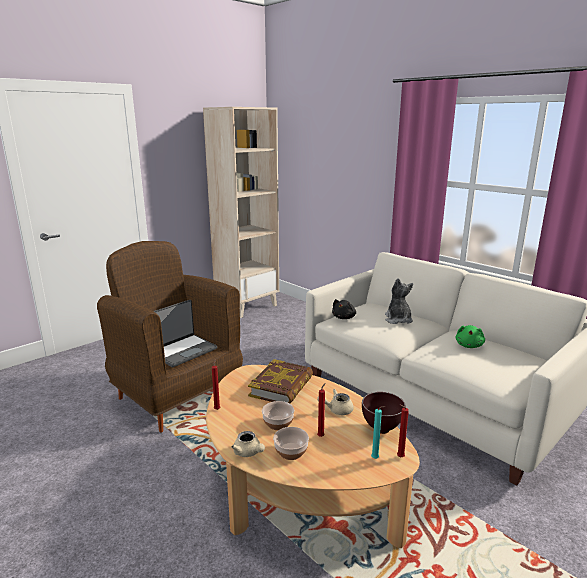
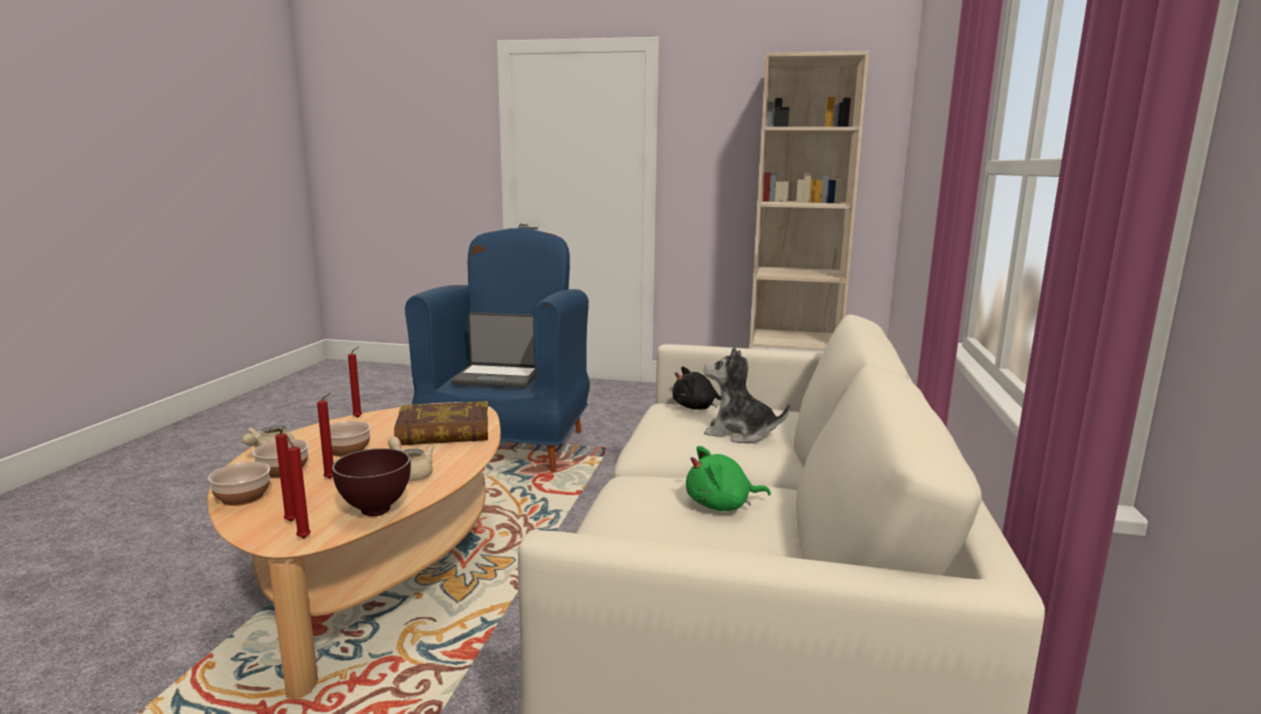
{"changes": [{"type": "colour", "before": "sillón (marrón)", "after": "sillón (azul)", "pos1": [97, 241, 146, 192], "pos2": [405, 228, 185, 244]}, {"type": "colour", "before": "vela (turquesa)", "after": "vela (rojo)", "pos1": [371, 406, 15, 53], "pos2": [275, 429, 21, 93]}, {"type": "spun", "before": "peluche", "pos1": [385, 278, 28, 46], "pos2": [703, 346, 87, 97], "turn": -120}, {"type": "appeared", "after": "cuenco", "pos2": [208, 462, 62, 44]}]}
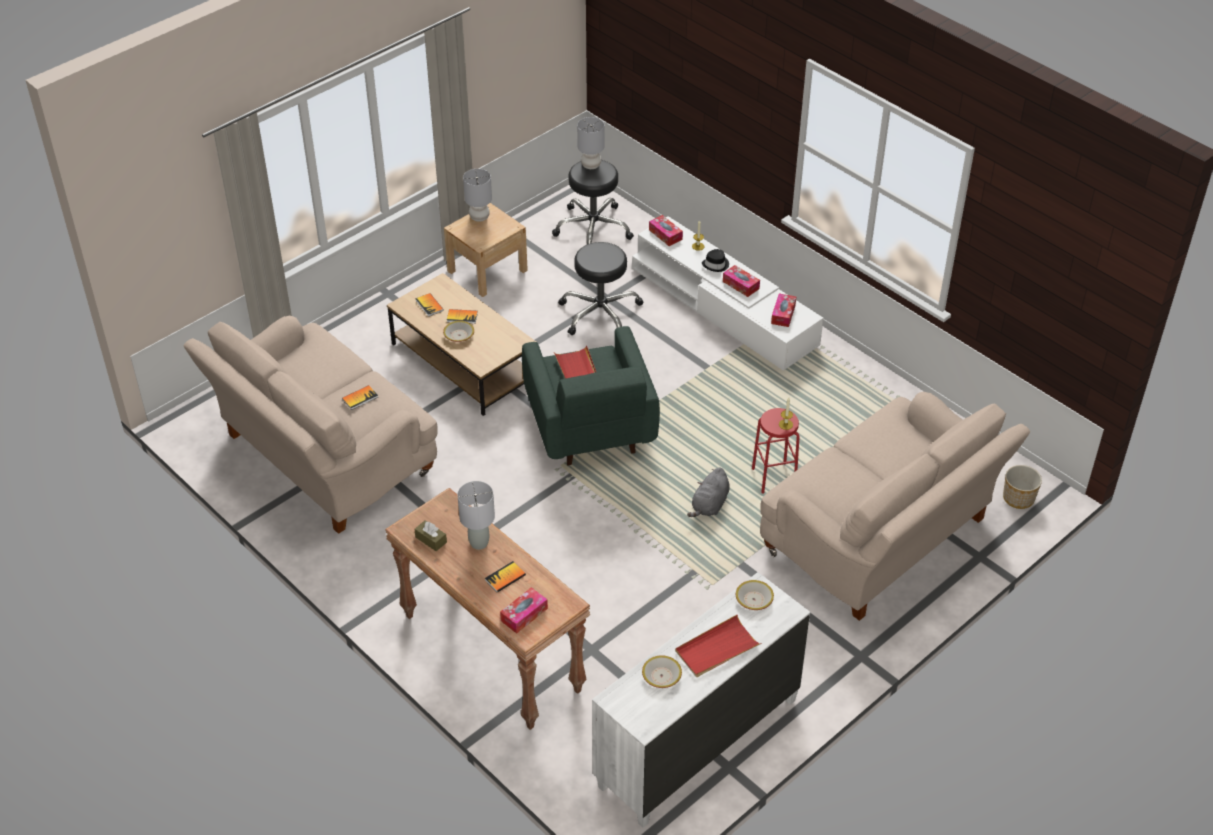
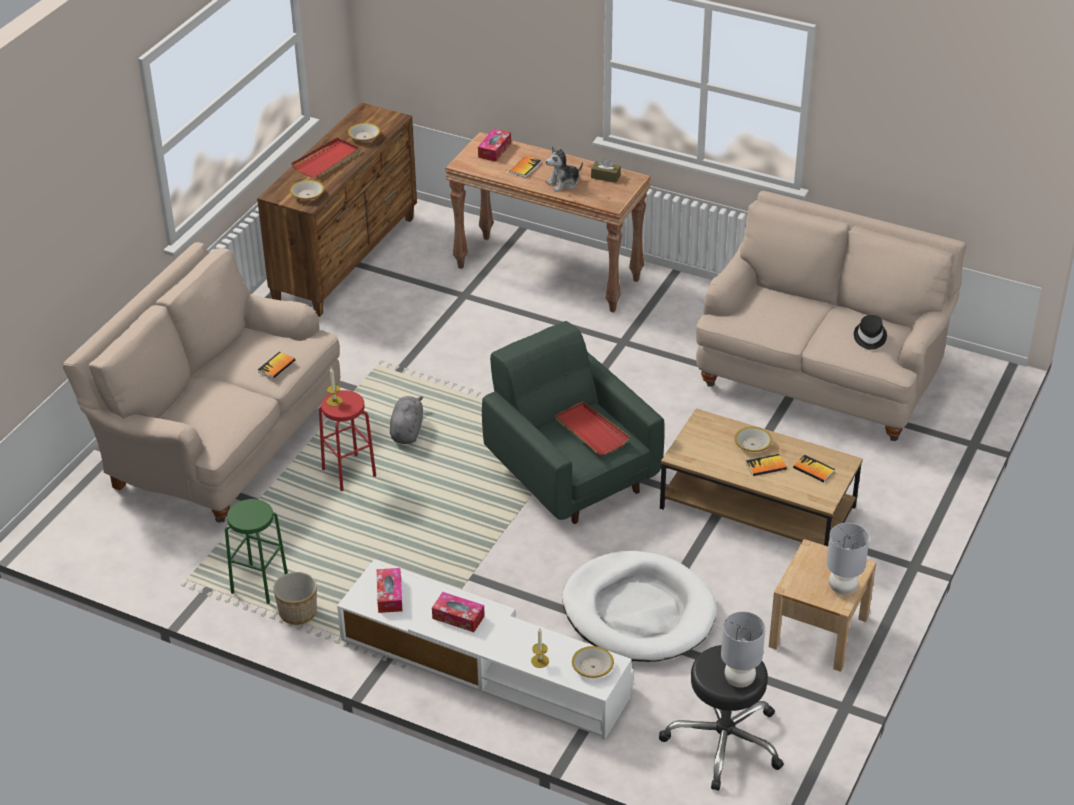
{"changes": [{"type": "relocated", "before": "libro", "pos1": [342, 385, 36, 25], "pos2": [258, 352, 37, 27]}, {"type": "exchanged", "before": "lámpara de mesa (gris)", "after": "peluche", "pos1": [457, 481, 38, 69], "pos2": [546, 146, 37, 46]}, {"type": "exchanged", "before": "taburete (negro)", "after": "cama para perro (blanco)", "pos1": [558, 242, 86, 93], "pos2": [562, 551, 155, 111]}, {"type": "colour", "before": "cómoda (blanco)", "after": "cómoda (marrón)", "pos1": [592, 572, 218, 256], "pos2": [257, 102, 160, 215]}, {"type": "exchanged", "before": "caja de pañuelos", "after": "cuenco", "pos1": [649, 215, 34, 31], "pos2": [572, 646, 42, 32]}, {"type": "relocated", "before": "sombrero (negro)", "pos1": [702, 249, 27, 23], "pos2": [854, 315, 33, 35]}, {"type": "relocated", "before": "maceta", "pos1": [1003, 465, 39, 44], "pos2": [273, 572, 44, 53]}, {"type": "appeared", "after": "taburete (verde)", "pos2": [225, 499, 63, 105]}]}
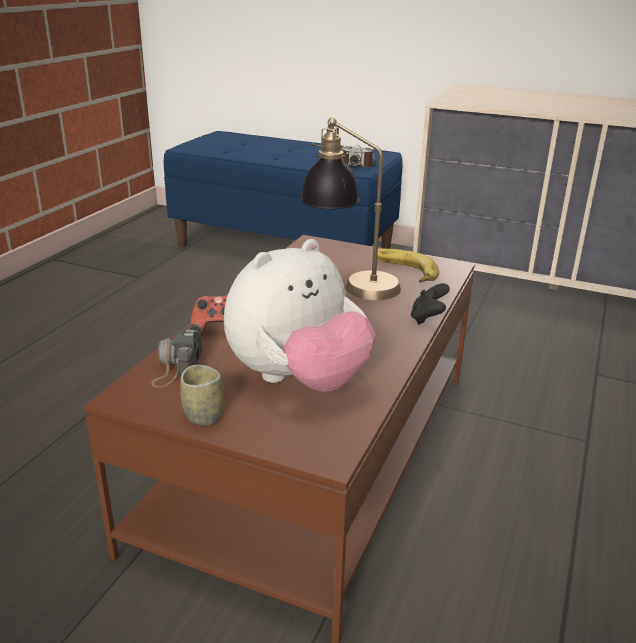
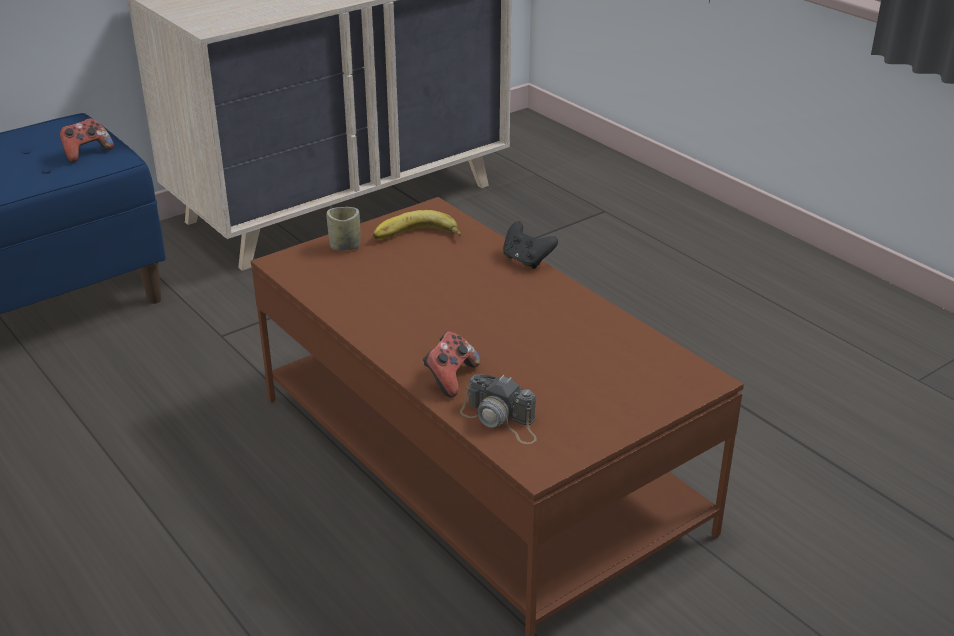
{"changes": [{"type": "relocated", "before": "taza", "pos1": [180, 365, 43, 61], "pos2": [327, 207, 33, 44]}, {"type": "missing", "before": "peluche", "pos1": [224, 239, 152, 153]}, {"type": "missing", "before": "lámpara de mesa", "pos1": [300, 117, 101, 183]}, {"type": "exchanged", "before": "cámara", "after": "mando de consola", "pos1": [341, 145, 35, 22], "pos2": [60, 118, 54, 45]}]}
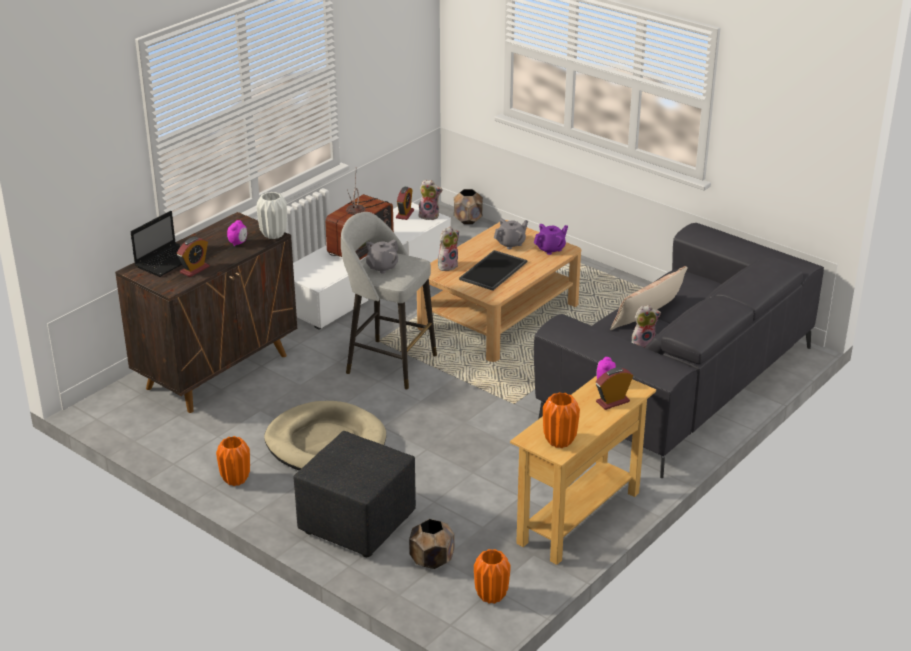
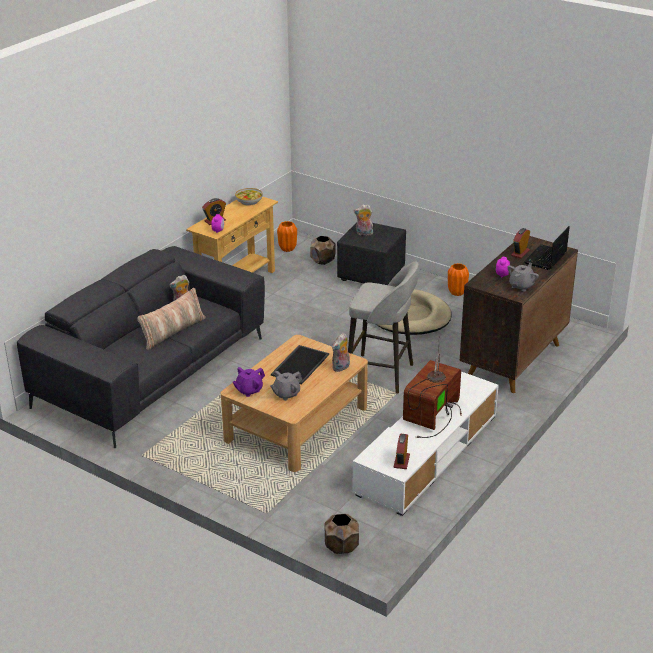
{"changes": [{"type": "missing", "before": "florero (blanco)", "pos1": [256, 192, 31, 47]}, {"type": "relocated", "before": "tetera (gris)", "pos1": [366, 239, 33, 35], "pos2": [508, 263, 31, 28]}, {"type": "relocated", "before": "peluche", "pos1": [418, 179, 24, 41], "pos2": [354, 204, 19, 32]}, {"type": "exchanged", "before": "florero (naranja)", "after": "cuenco", "pos1": [543, 392, 37, 56], "pos2": [235, 188, 28, 18]}]}
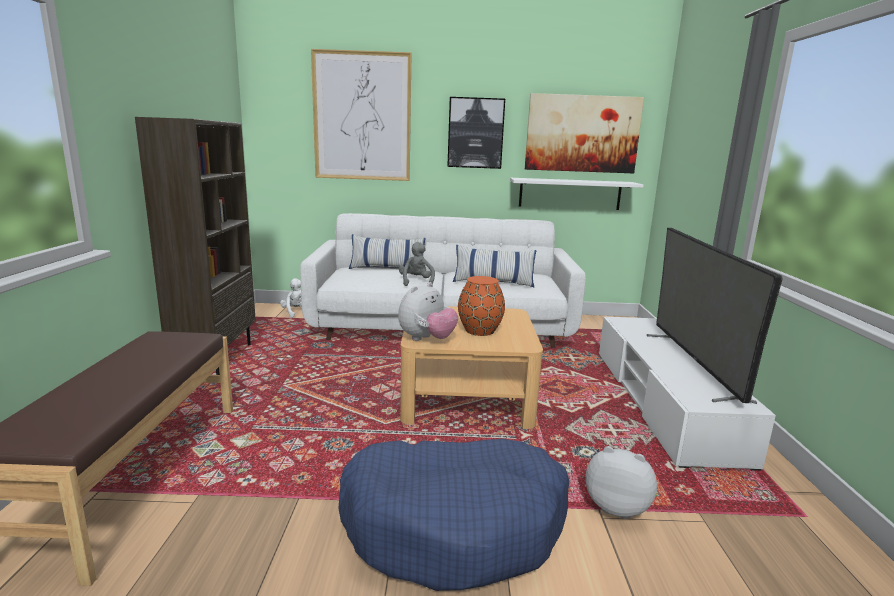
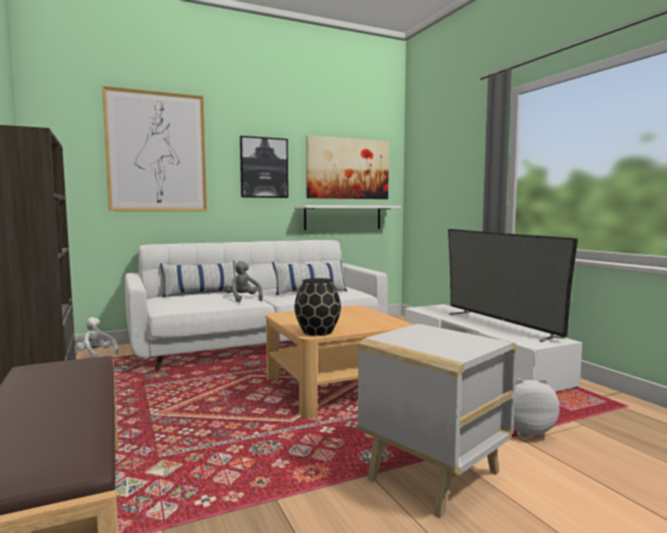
{"changes": [{"type": "exchanged", "before": "cama para perro (azul)", "after": "mesa auxiliar (blanco)", "pos1": [338, 439, 232, 152], "pos2": [358, 324, 159, 195]}, {"type": "exchanged", "before": "peluche", "after": "florero (negro)", "pos1": [398, 282, 60, 59], "pos2": [294, 278, 47, 58]}, {"type": "missing", "before": "florero (naranja)", "pos1": [458, 276, 47, 60]}]}
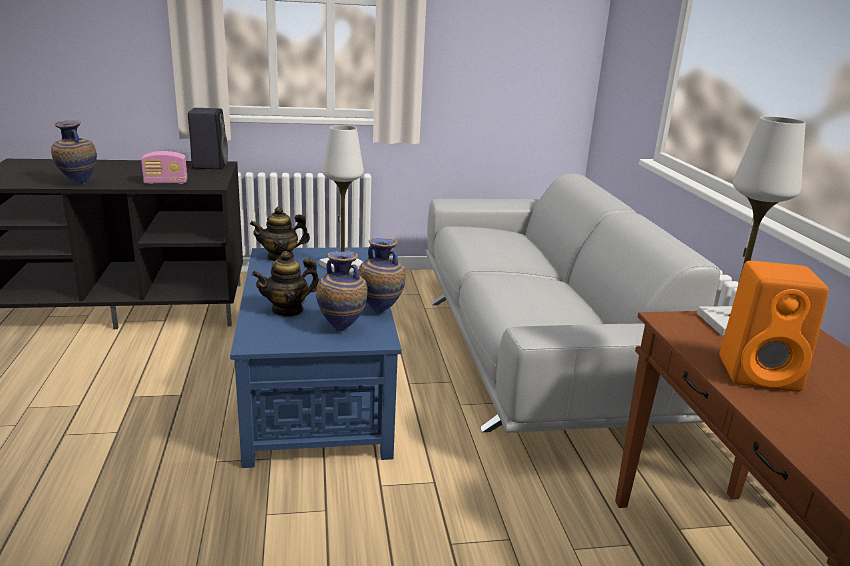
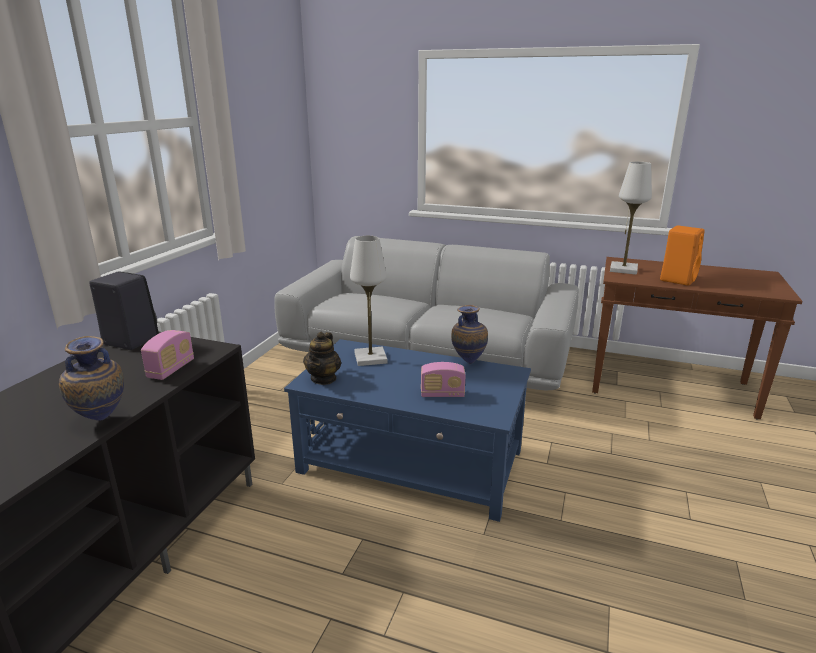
{"changes": [{"type": "exchanged", "before": "tetera", "after": "radio", "pos1": [252, 251, 67, 66], "pos2": [421, 362, 45, 35]}, {"type": "missing", "before": "florero", "pos1": [316, 251, 52, 81]}]}
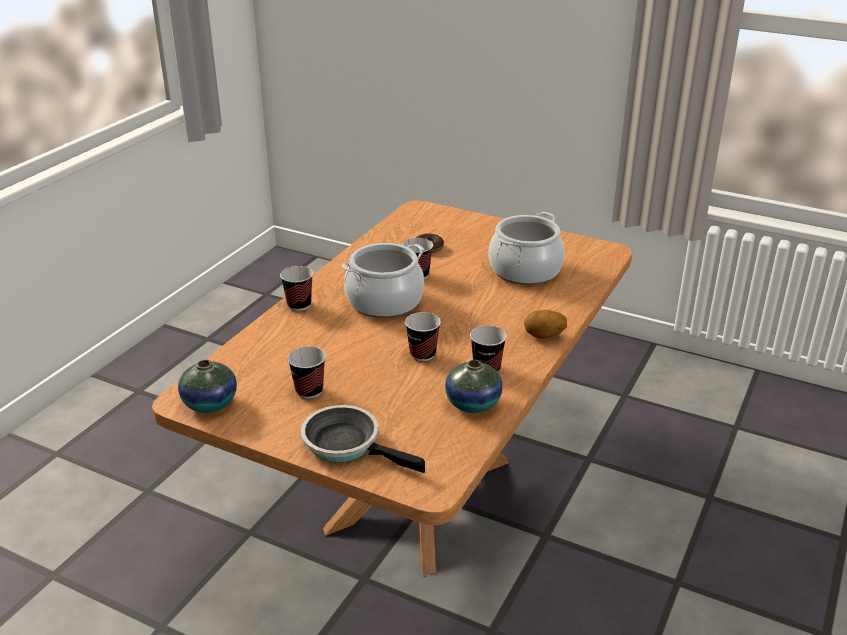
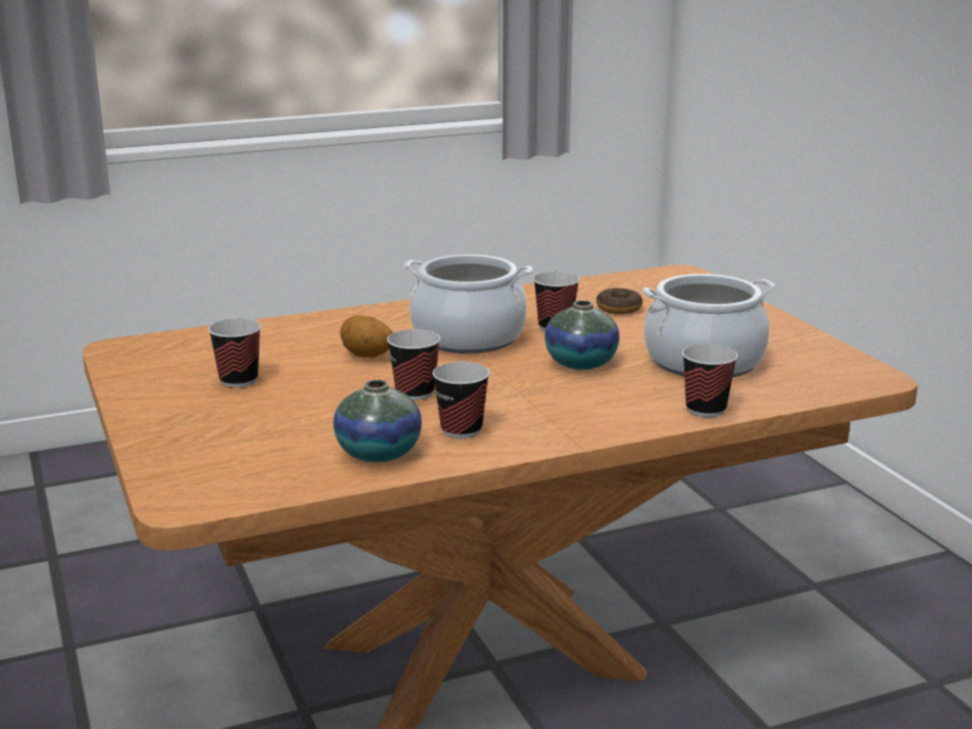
{"changes": [{"type": "relocated", "before": "florero", "pos1": [178, 360, 59, 53], "pos2": [545, 300, 74, 70]}, {"type": "relocated", "before": "taza", "pos1": [280, 266, 33, 45], "pos2": [682, 344, 56, 73]}, {"type": "missing", "before": "sartén", "pos1": [301, 405, 124, 68]}, {"type": "relocated", "before": "patata", "pos1": [524, 310, 43, 29], "pos2": [340, 315, 53, 43]}]}
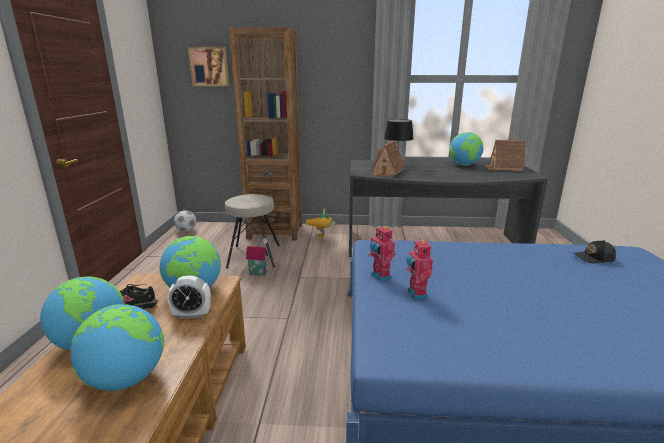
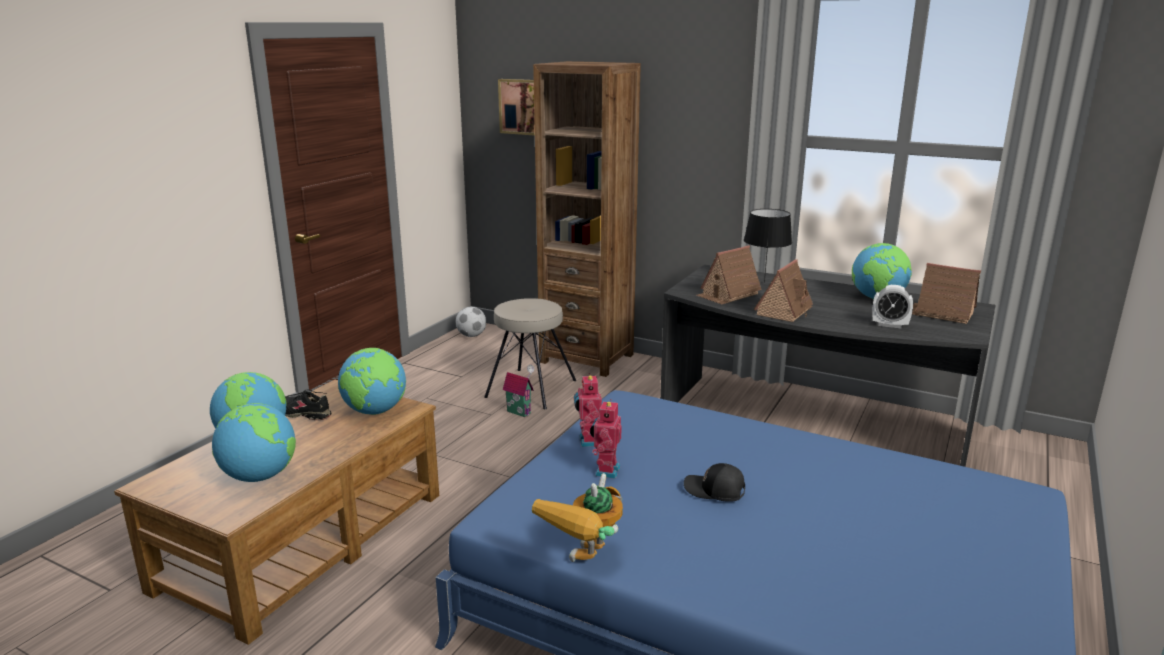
{"changes": [{"type": "relocated", "before": "despertador", "pos1": [167, 275, 44, 44], "pos2": [872, 285, 41, 43]}, {"type": "relocated", "before": "robot de juguete", "pos1": [306, 209, 29, 31], "pos2": [532, 473, 91, 89]}, {"type": "relocated", "before": "gorra (negro)", "pos1": [574, 240, 42, 24], "pos2": [684, 463, 61, 39]}, {"type": "appeared", "after": "casita", "pos2": [754, 259, 59, 63]}]}
